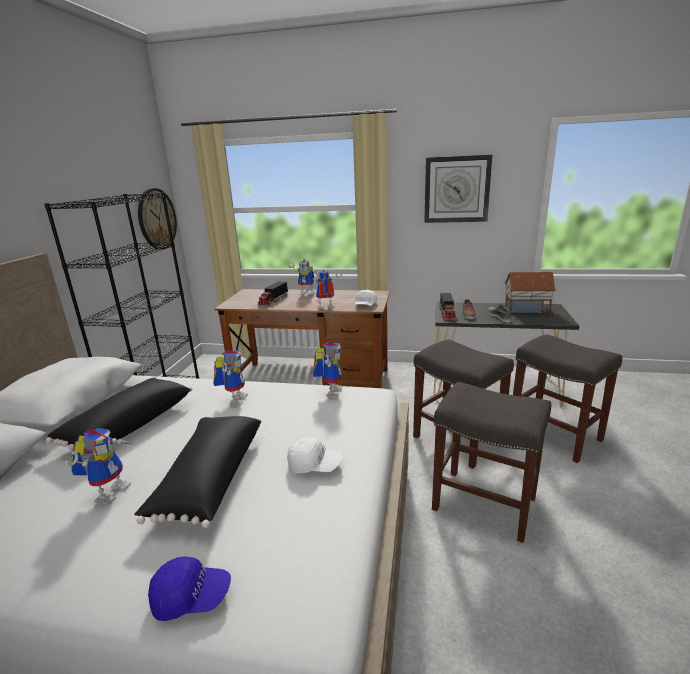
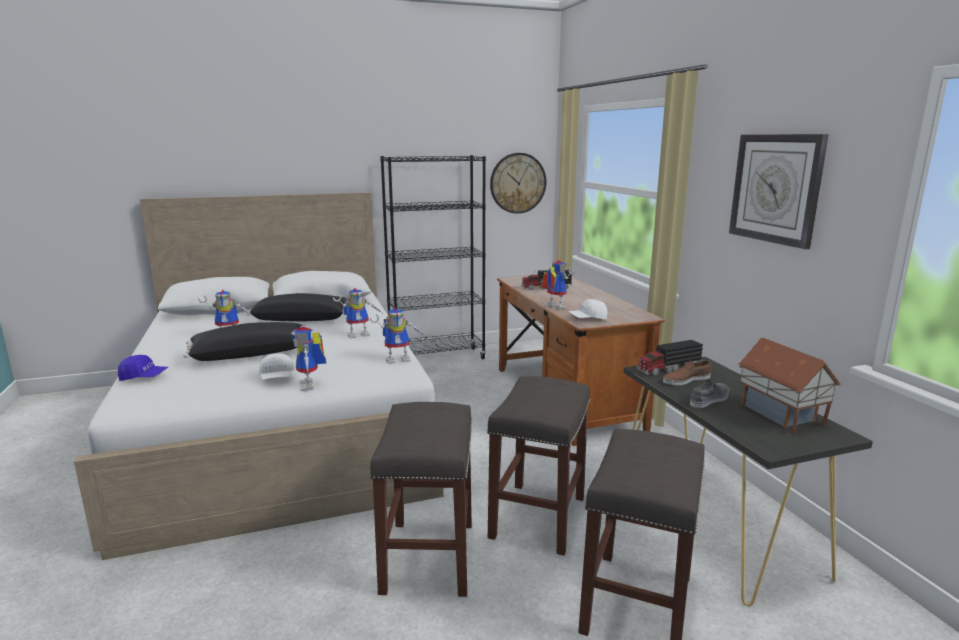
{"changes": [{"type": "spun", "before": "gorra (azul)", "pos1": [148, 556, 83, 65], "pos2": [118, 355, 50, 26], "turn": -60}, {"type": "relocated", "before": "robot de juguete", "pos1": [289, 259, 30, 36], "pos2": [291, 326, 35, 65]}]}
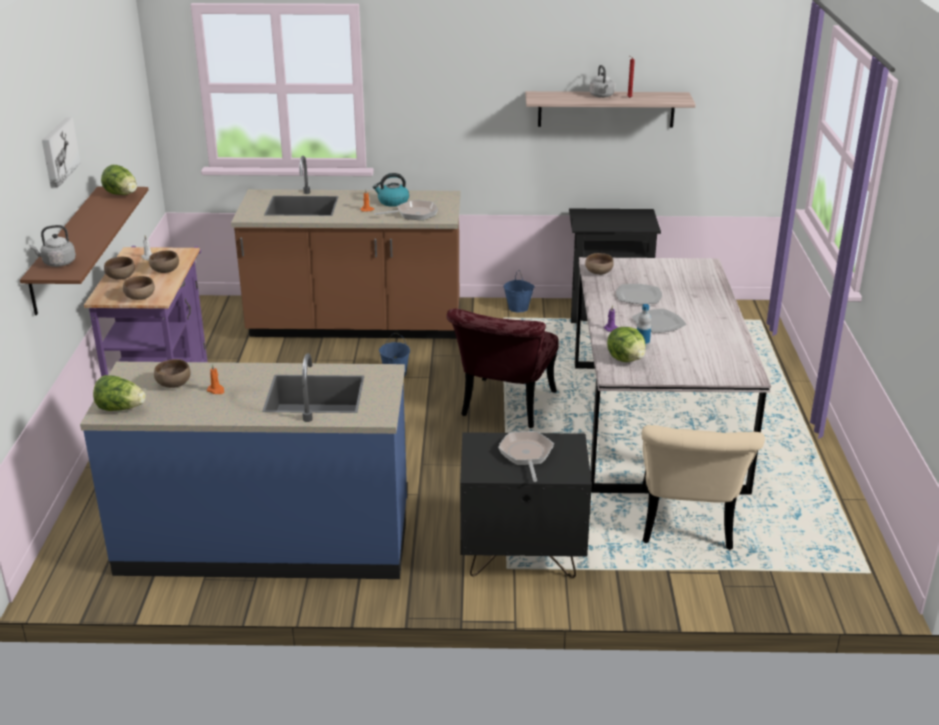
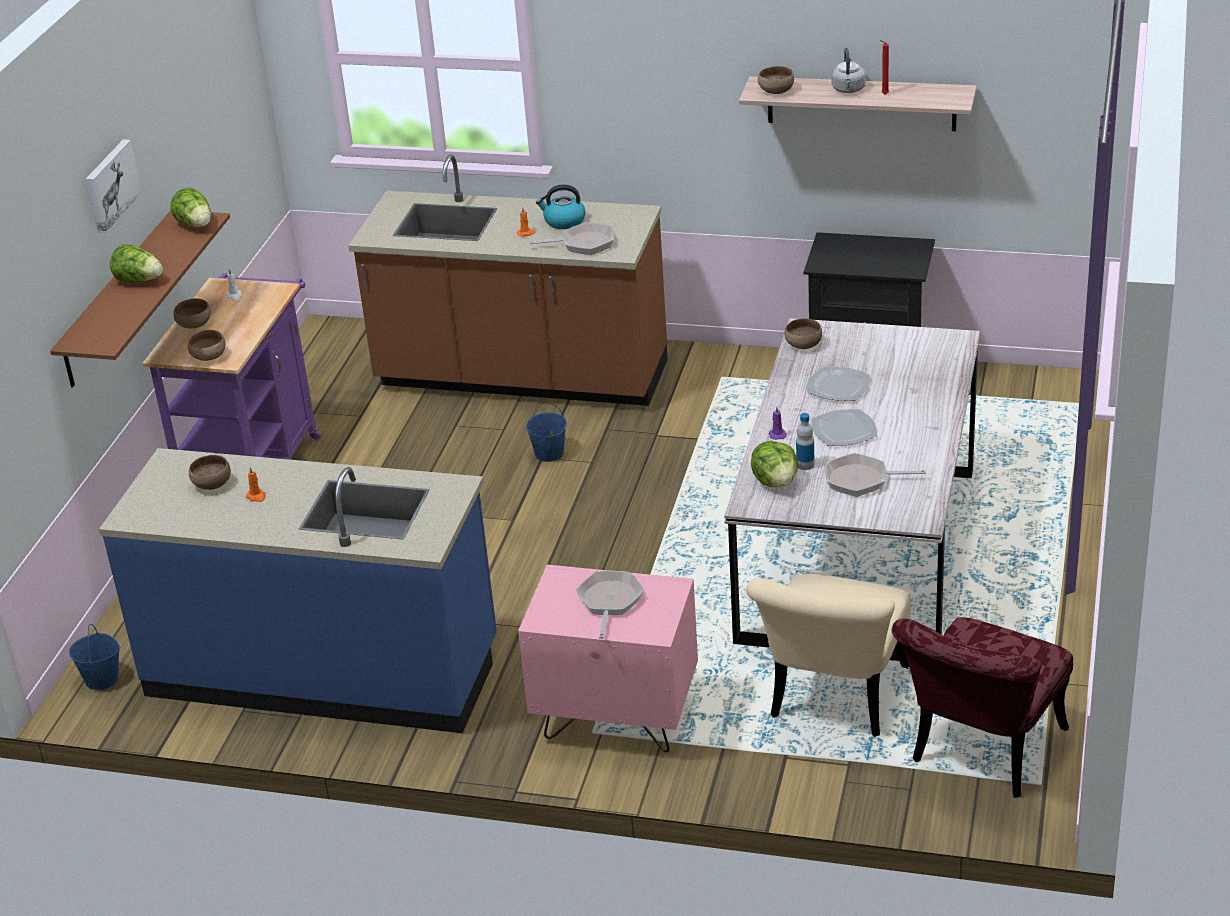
{"changes": [{"type": "missing", "before": "hervidor (gris)", "pos1": [30, 225, 46, 42]}, {"type": "relocated", "before": "lechuga", "pos1": [93, 375, 53, 36], "pos2": [110, 244, 53, 39]}, {"type": "relocated", "before": "cuenco (marrón)", "pos1": [149, 250, 30, 23], "pos2": [758, 66, 36, 28]}, {"type": "relocated", "before": "silla (rojo)", "pos1": [446, 309, 113, 119], "pos2": [892, 617, 181, 181]}, {"type": "colour", "before": "mesita de noche (negro)", "after": "mesita de noche (rosa)", "pos1": [460, 432, 132, 146], "pos2": [518, 565, 180, 187]}, {"type": "relocated", "before": "cubo (azul)", "pos1": [504, 270, 31, 42], "pos2": [69, 624, 51, 66]}, {"type": "appeared", "after": "sartén", "pos2": [825, 453, 101, 44]}]}
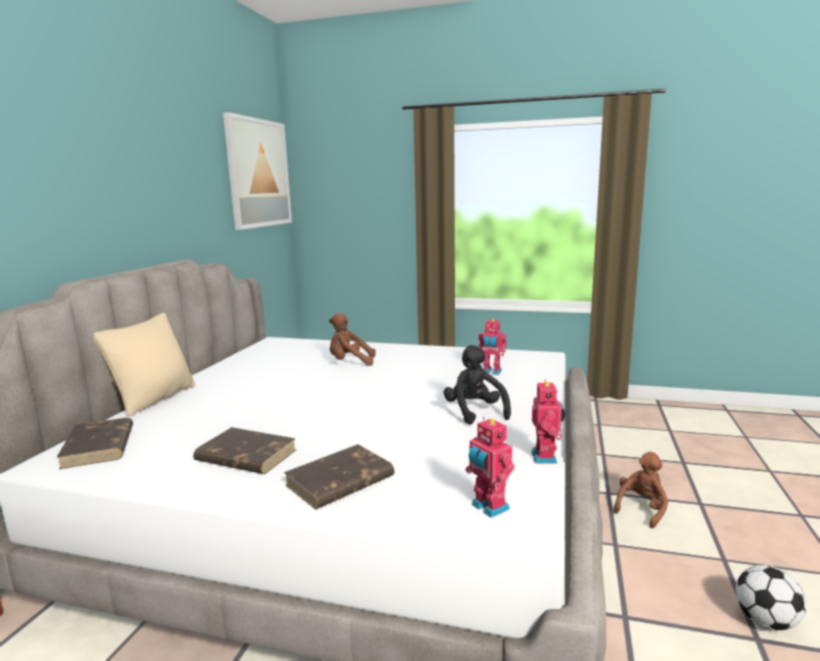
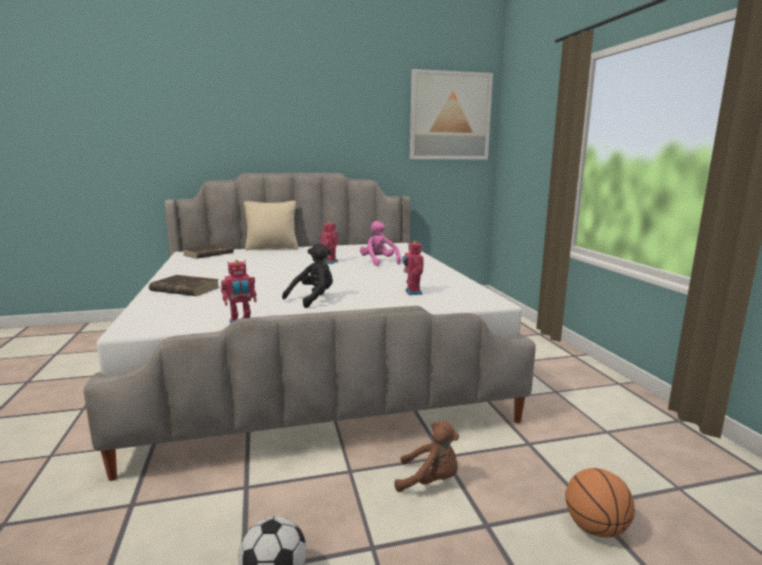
{"changes": [{"type": "missing", "before": "libro (marrón)", "pos1": [193, 427, 103, 47]}, {"type": "colour", "before": "peluche (marrón)", "after": "peluche (rosa)", "pos1": [329, 313, 47, 53], "pos2": [360, 221, 41, 45]}, {"type": "relocated", "before": "robot de juguete", "pos1": [465, 417, 50, 101], "pos2": [319, 222, 19, 42]}, {"type": "appeared", "after": "balón de baloncesto", "pos2": [565, 468, 70, 70]}]}
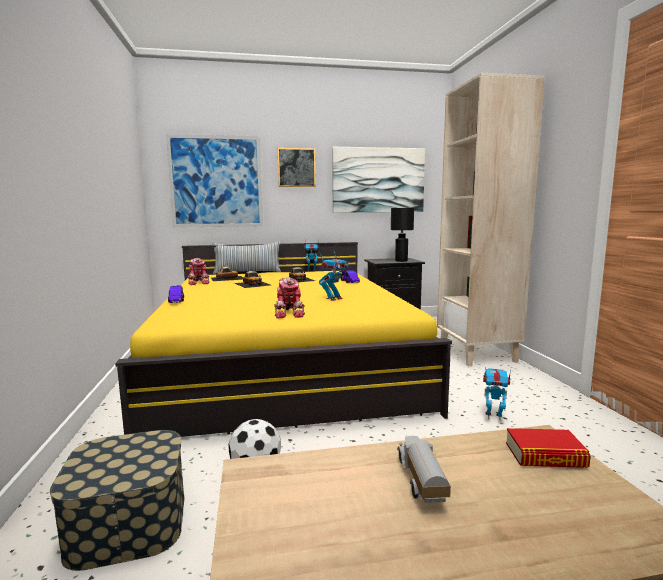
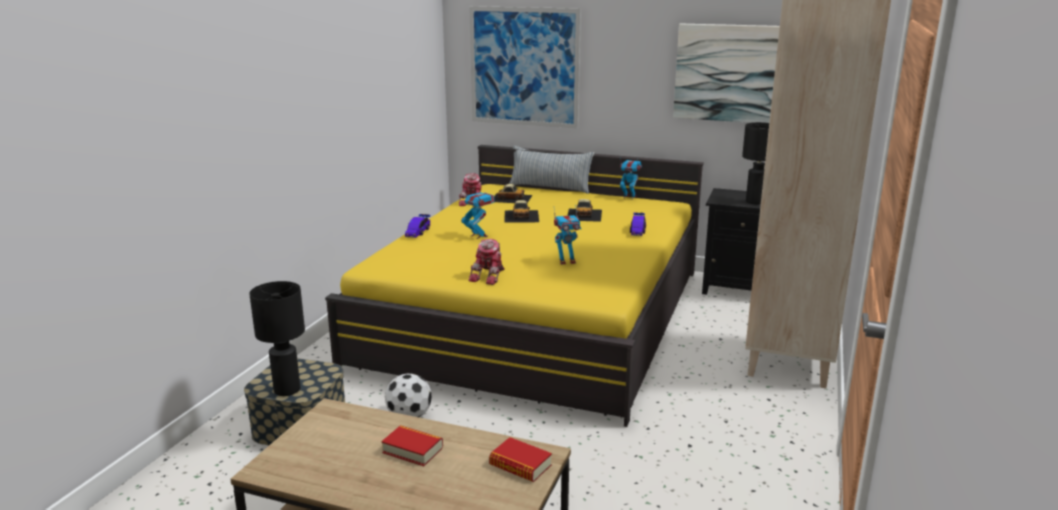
{"changes": [{"type": "missing", "before": "cuadro", "pos1": [277, 148, 39, 39]}, {"type": "exchanged", "before": "camión de juguete", "after": "libro", "pos1": [397, 436, 54, 67], "pos2": [381, 425, 62, 41]}, {"type": "relocated", "before": "robot de juguete", "pos1": [483, 367, 28, 53], "pos2": [461, 187, 33, 52]}, {"type": "appeared", "after": "lámpara de mesa (negro)", "pos2": [249, 281, 56, 115]}]}
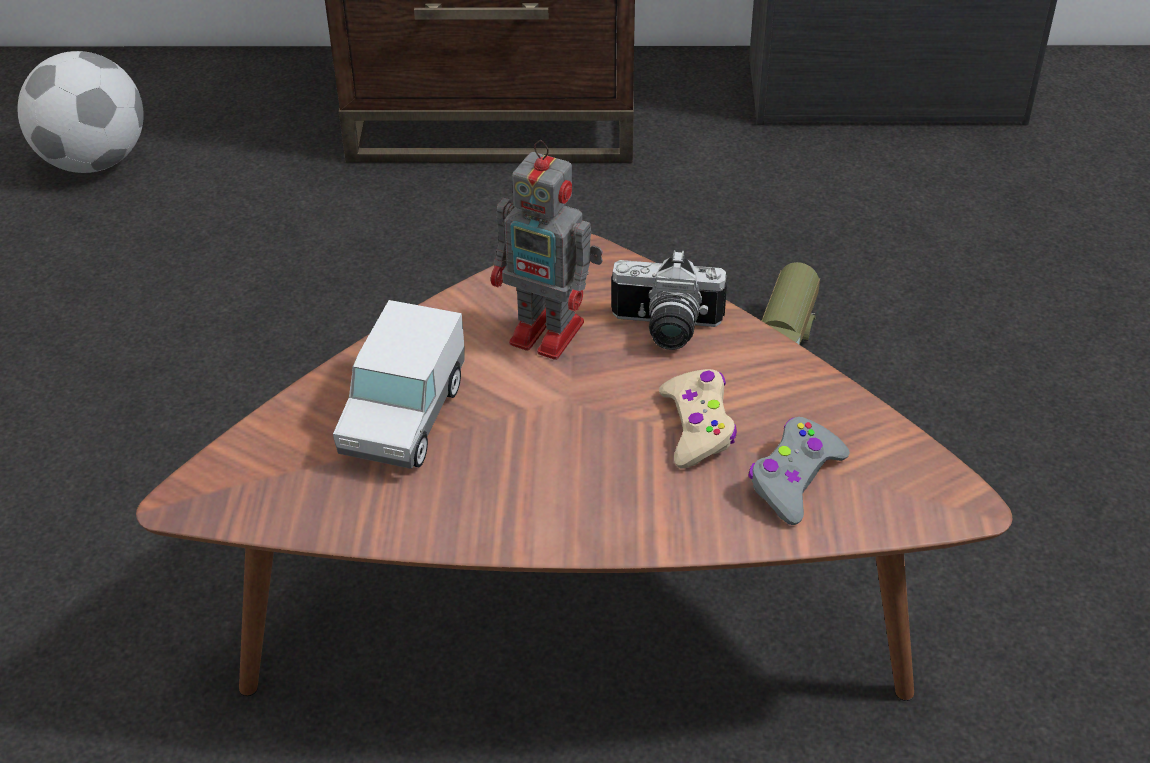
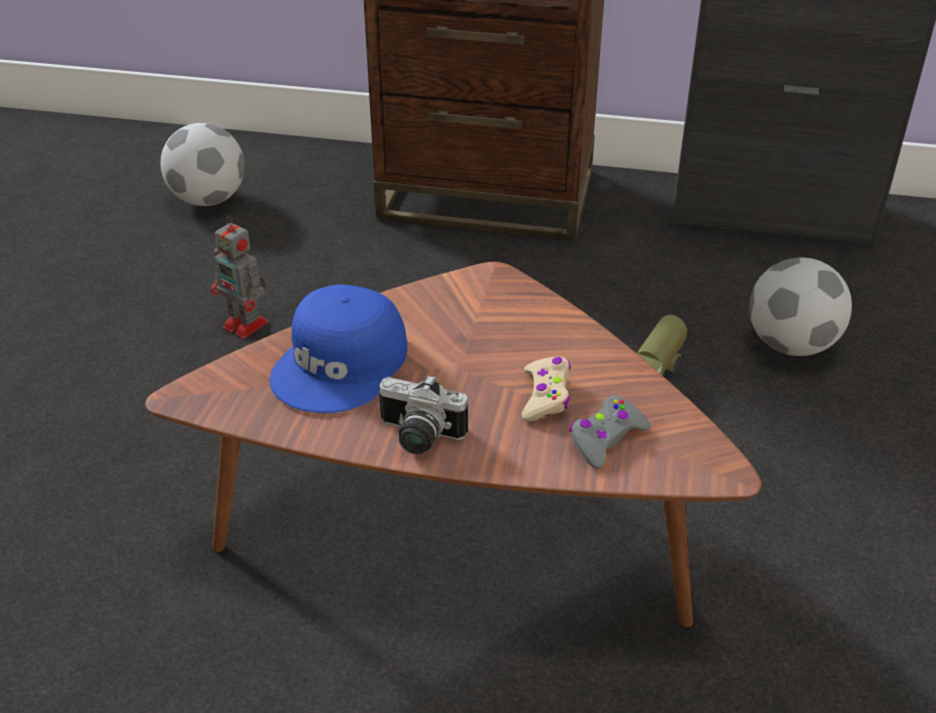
{"changes": [{"type": "exchanged", "before": "camión de juguete", "after": "gorra (azul)", "pos1": [333, 300, 131, 169], "pos2": [270, 284, 137, 129]}, {"type": "relocated", "before": "robot de juguete", "pos1": [491, 140, 112, 220], "pos2": [211, 216, 57, 123]}, {"type": "relocated", "before": "cámara", "pos1": [611, 250, 116, 100], "pos2": [379, 375, 89, 79]}, {"type": "appeared", "after": "balón de fútbol", "pos2": [749, 257, 103, 99]}]}
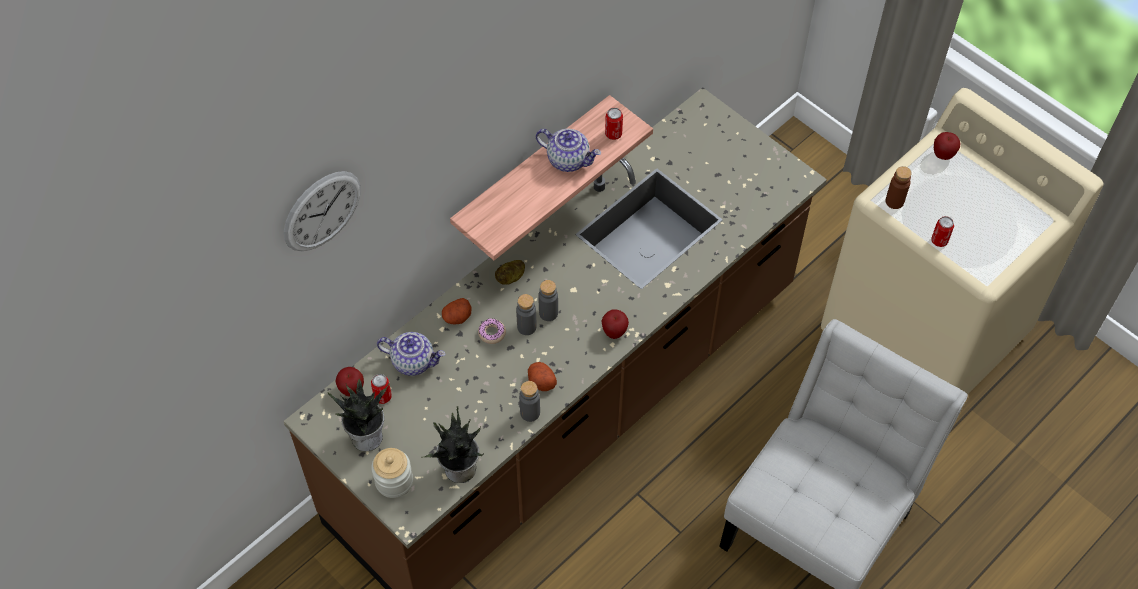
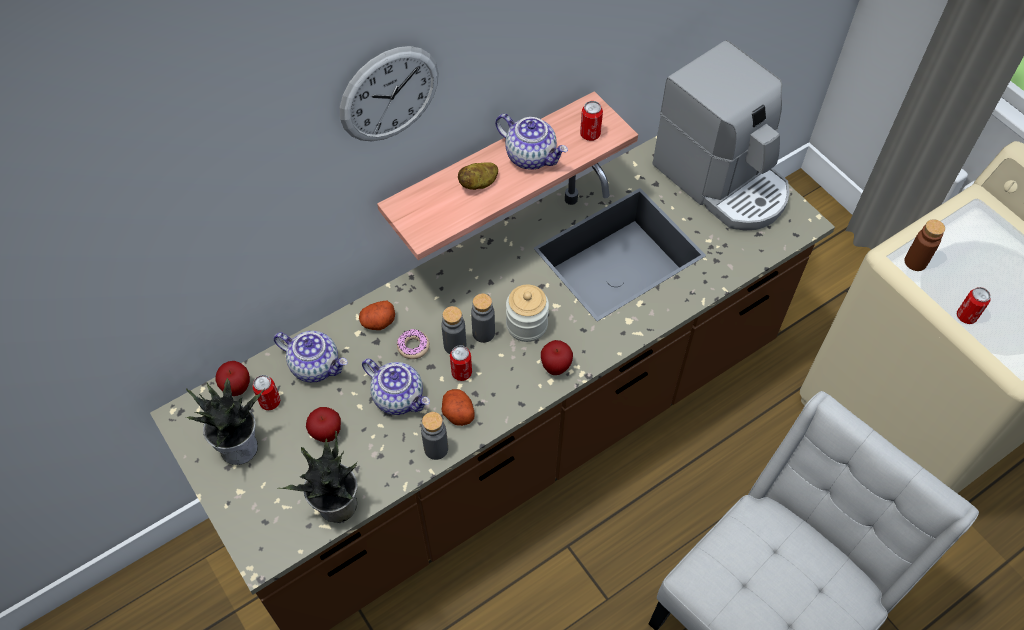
{"changes": [{"type": "relocated", "before": "reloj de pared", "pos1": [284, 171, 77, 80], "pos2": [340, 46, 99, 96]}, {"type": "relocated", "before": "tarro", "pos1": [371, 448, 42, 50], "pos2": [506, 285, 43, 57]}, {"type": "relocated", "before": "patata", "pos1": [495, 260, 30, 25], "pos2": [458, 162, 40, 28]}, {"type": "relocated", "before": "manzana", "pos1": [934, 132, 27, 28], "pos2": [306, 407, 35, 35]}, {"type": "appeared", "after": "tetera", "pos2": [362, 358, 68, 57]}, {"type": "appeared", "after": "lata", "pos2": [450, 345, 22, 36]}, {"type": "appeared", "after": "cafetera", "pos2": [652, 40, 138, 191]}]}
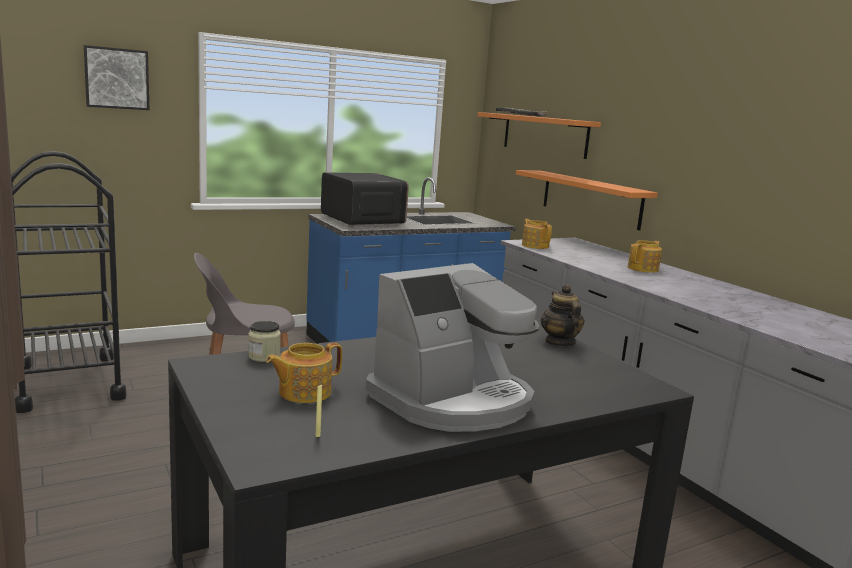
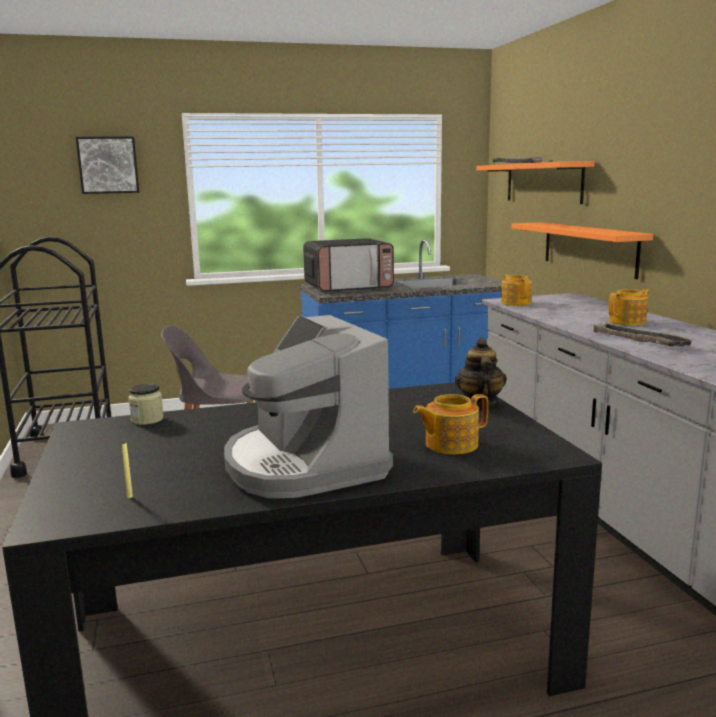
{"changes": [{"type": "relocated", "before": "tetera", "pos1": [266, 343, 76, 60], "pos2": [413, 394, 75, 60]}, {"type": "spun", "before": "microondas", "pos1": [321, 172, 88, 54], "pos2": [303, 238, 91, 54], "turn": 90}, {"type": "spun", "before": "cafetera", "pos1": [365, 263, 174, 169], "pos2": [224, 315, 169, 183], "turn": 90}, {"type": "appeared", "after": "bandeja", "pos2": [590, 322, 103, 24]}]}
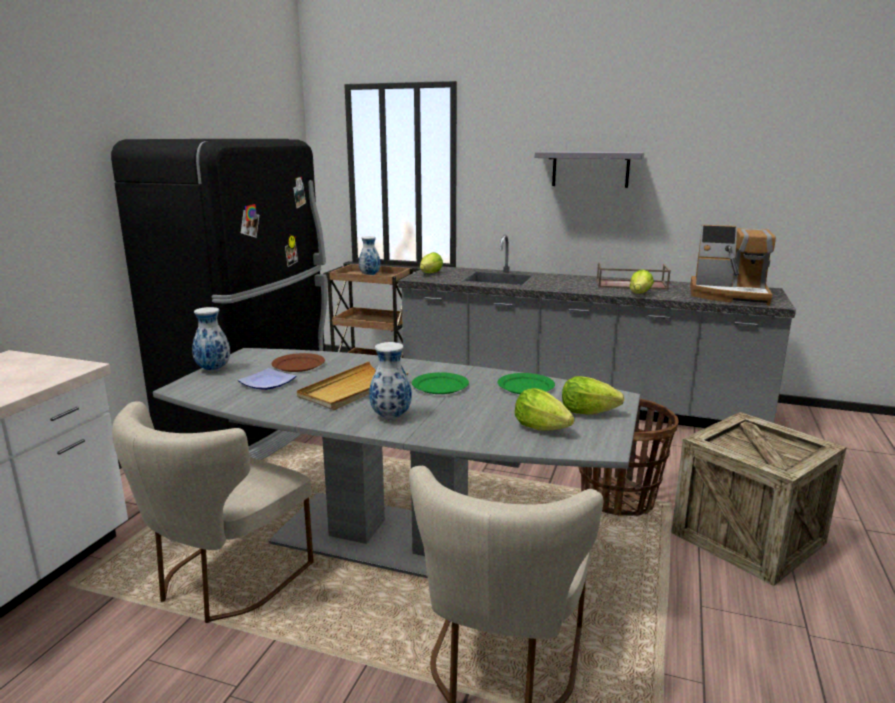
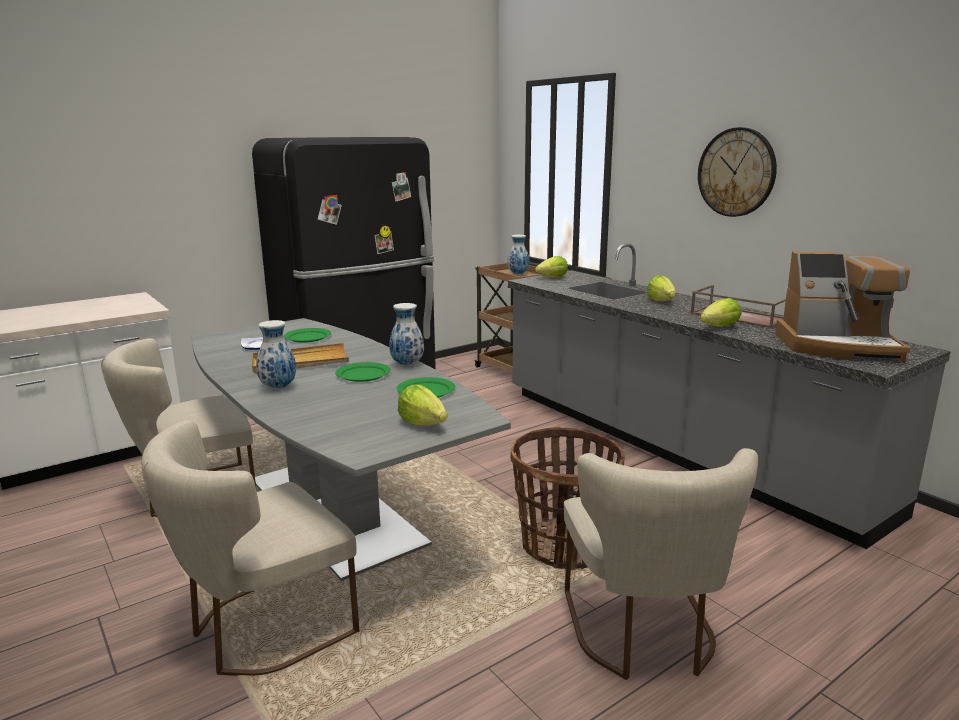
{"changes": [{"type": "relocated", "before": "florero", "pos1": [192, 307, 38, 64], "pos2": [389, 303, 35, 63]}, {"type": "colour", "before": "plato (marrón)", "after": "plato (verde)", "pos1": [271, 353, 54, 19], "pos2": [284, 328, 47, 15]}, {"type": "relocated", "before": "lechuga", "pos1": [515, 388, 59, 43], "pos2": [647, 275, 29, 26]}, {"type": "exchanged", "before": "estante (gris)", "after": "reloj de pared", "pos1": [535, 151, 109, 37], "pos2": [698, 127, 79, 90]}, {"type": "exchanged", "before": "caja de embalaje", "after": "silla (beis)", "pos1": [671, 412, 176, 174], "pos2": [564, 448, 194, 232]}, {"type": "spun", "before": "cafetera", "pos1": [690, 225, 86, 81], "pos2": [775, 252, 135, 110], "turn": -45}]}
